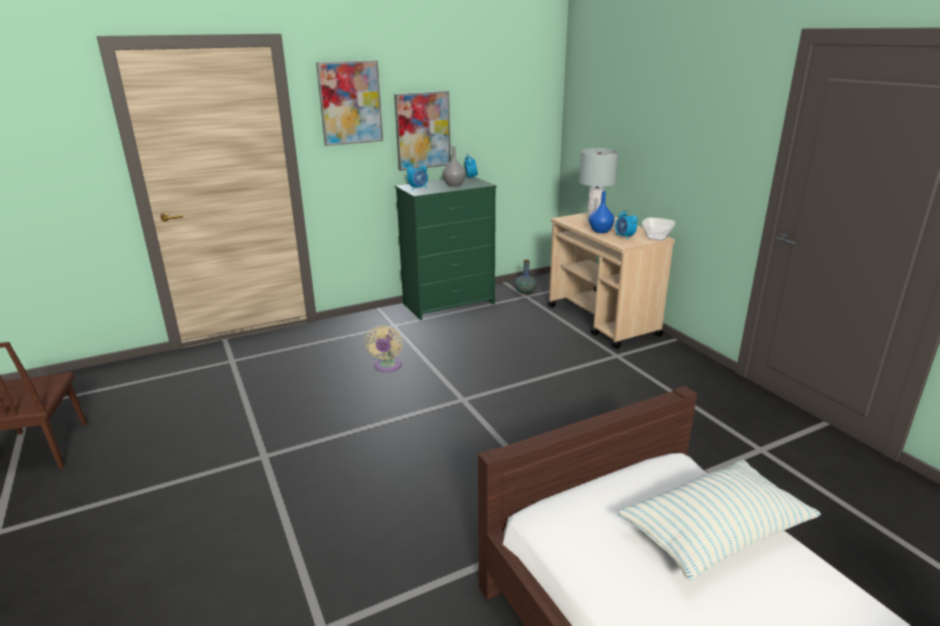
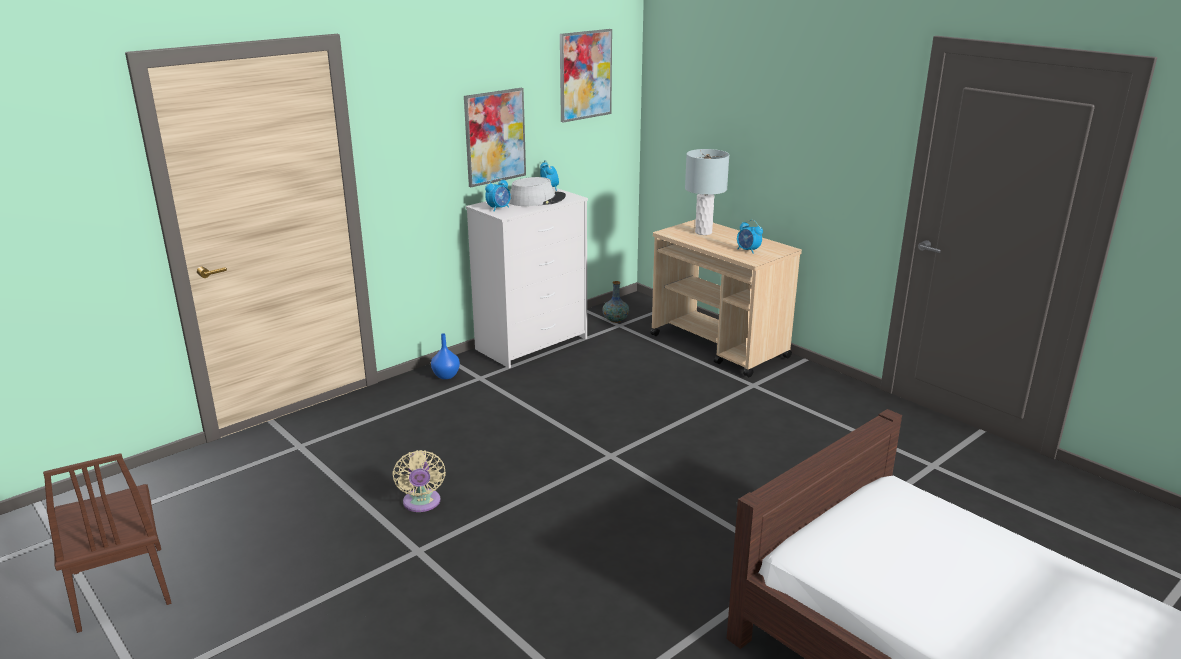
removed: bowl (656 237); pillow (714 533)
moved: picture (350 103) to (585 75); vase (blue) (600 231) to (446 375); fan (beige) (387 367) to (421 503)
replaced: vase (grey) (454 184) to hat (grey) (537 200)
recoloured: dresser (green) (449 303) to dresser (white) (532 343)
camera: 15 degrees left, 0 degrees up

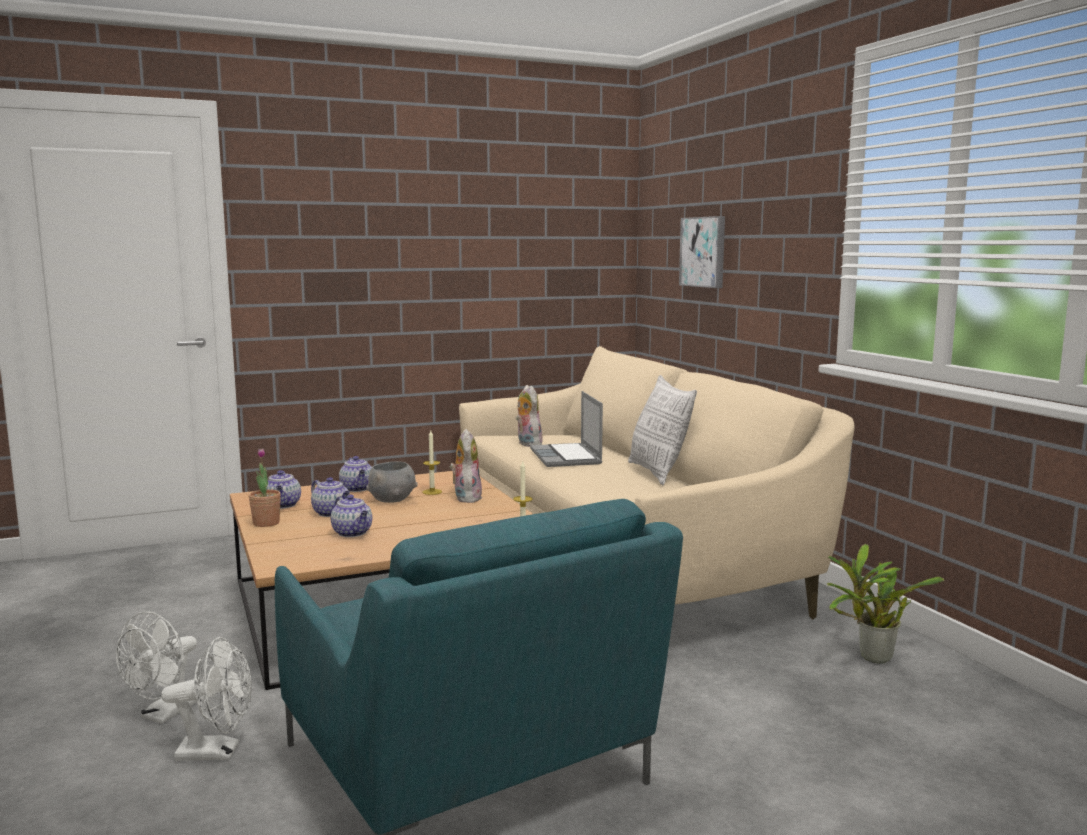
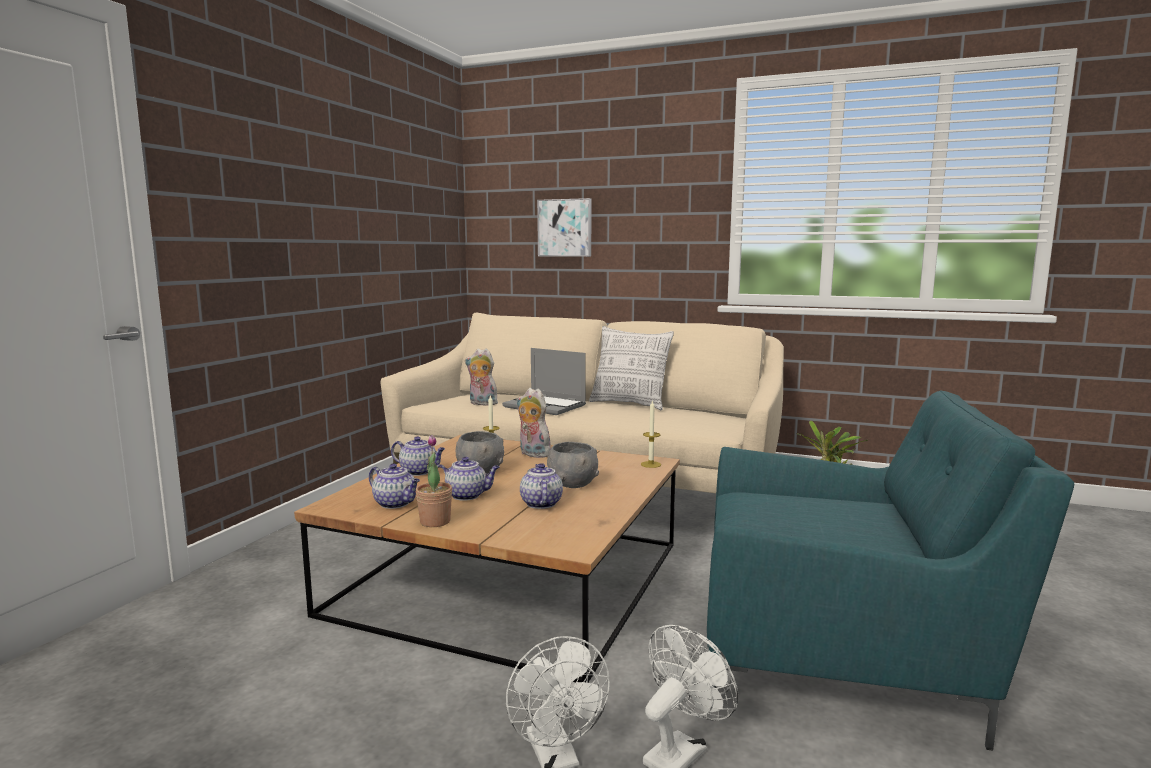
added: bowl (grey) (573 484)
turned: teapot (353 533) = (540 503) 105 degrees counterclockwise
camera: 45 degrees left, 0 degrees up

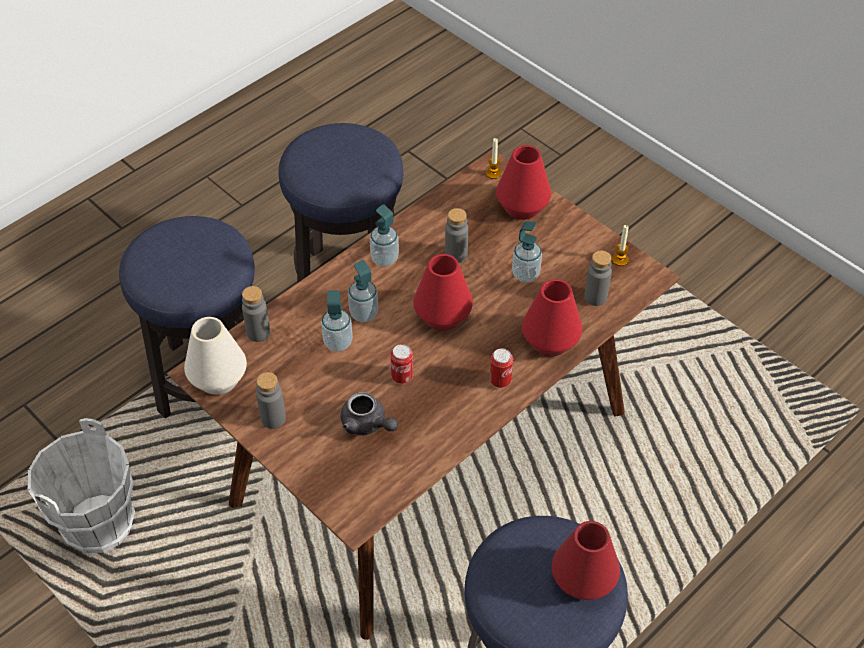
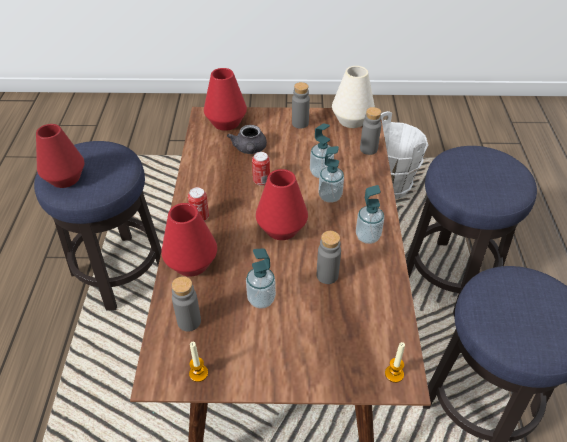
moved: vase (red) (522 207) to (226 122)
turned: teapot (grey) (367 424) = (249 150) 90 degrees counterclockwise
camera: 135 degrees right, 5 degrees down

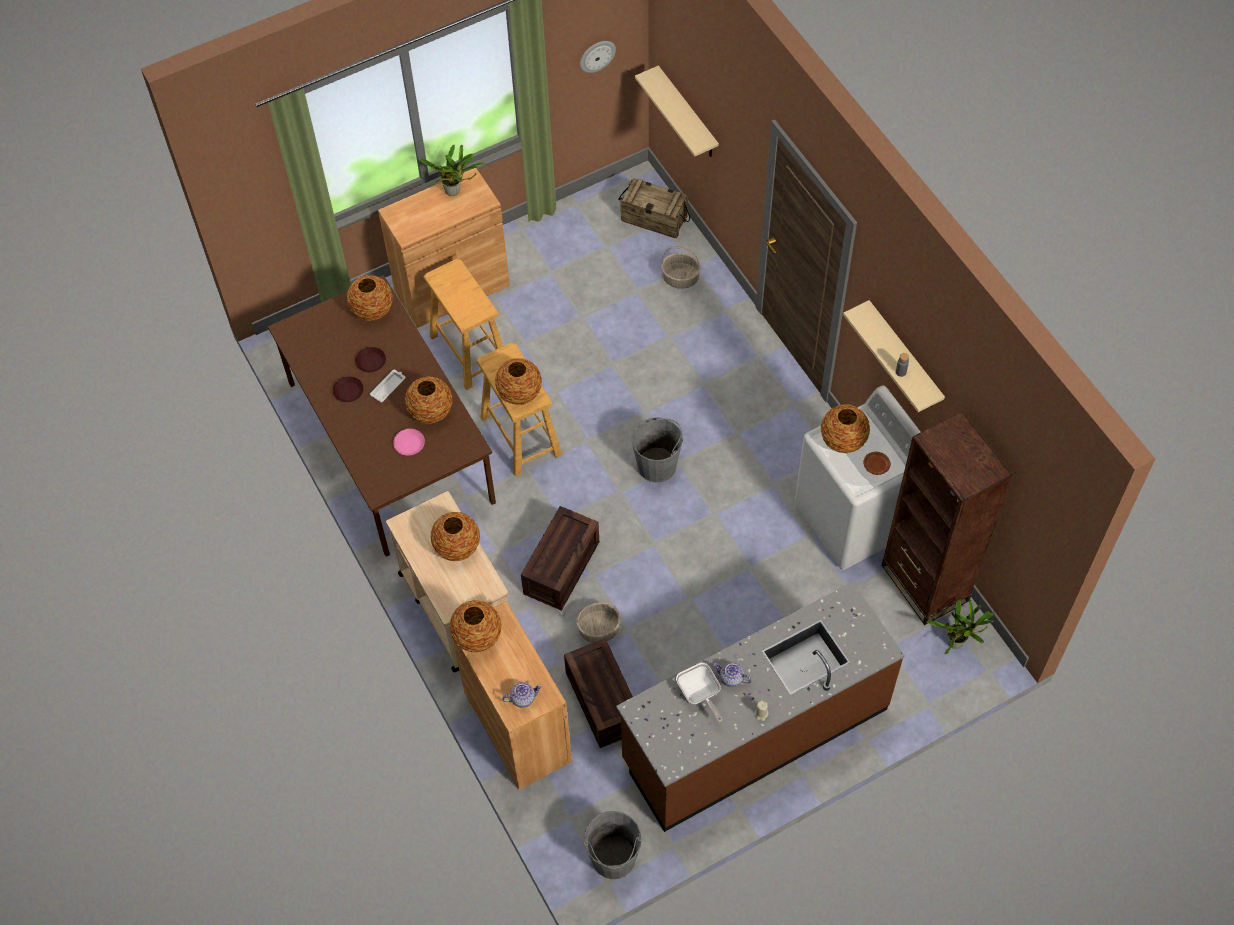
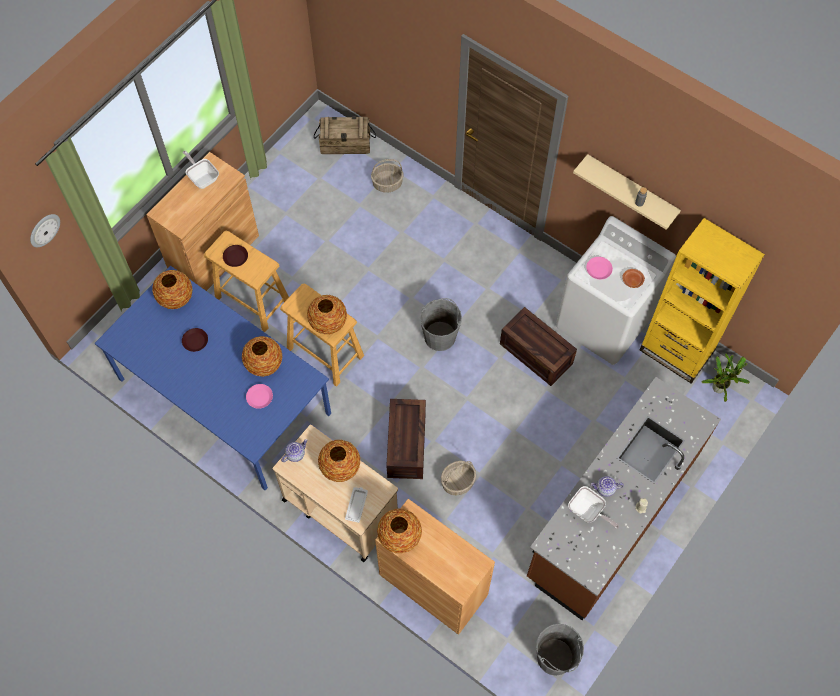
removed: shelf (beige) (687 114)
moved: wall clock (597 55) to (44 230); tray (white) (388 387) to (356 505); plate (brown) (348 391) to (235 257); crate (601 701) to (534 354); teapot (523 698) to (295 454)
replaced: potted plant (455 192) to frying pan (202 177); vase (842 440) to plate (pink) (598 269)
recoloured: dining table (brown) (389 442) to dining table (blue) (223 397); bookcase (brown) (924 583) to bookcase (yellow) (676 352)
camera: 25 degrees left, 5 degrees up

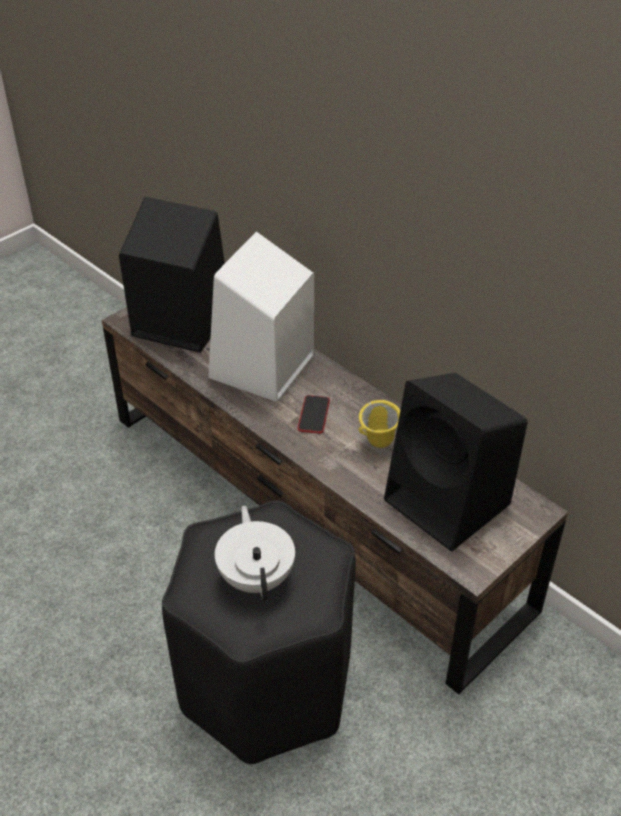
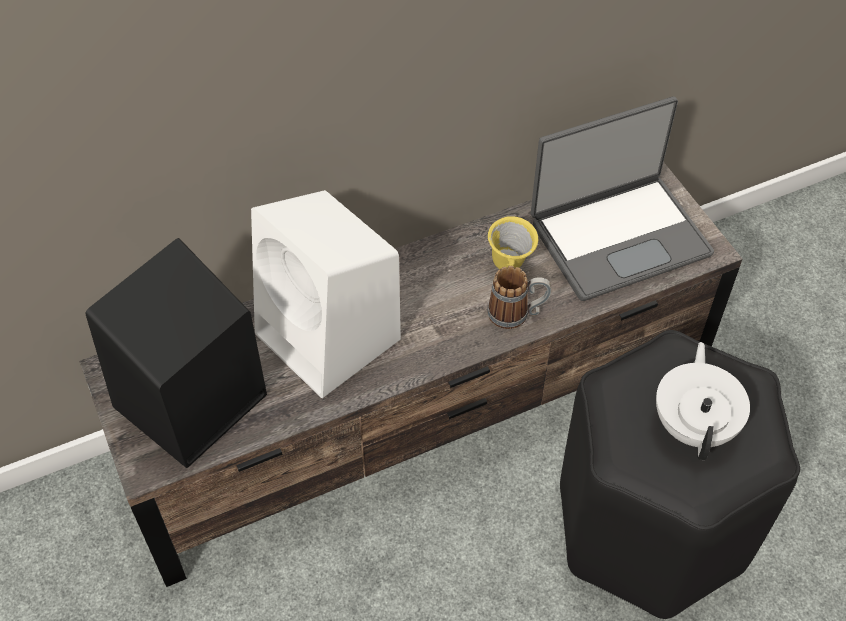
removed: phone (314 415)
added: mug (517 314)
replaced: speaker (black) (450 503) to laptop (618 236)
turned: teapot (white) (257 576) = (694 425) 90 degrees clockwise
camera: 70 degrees left, 10 degrees up

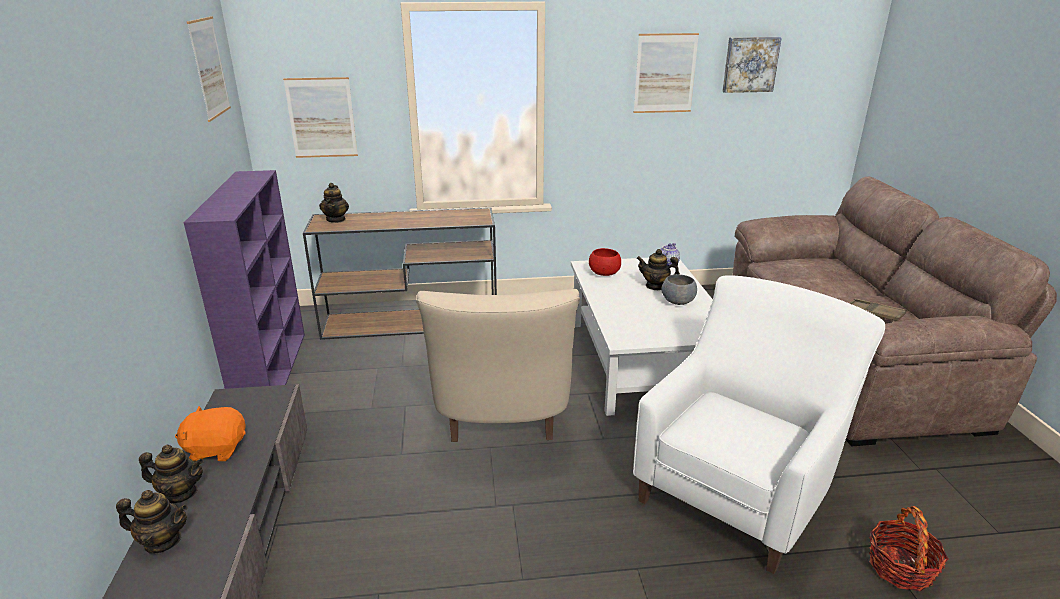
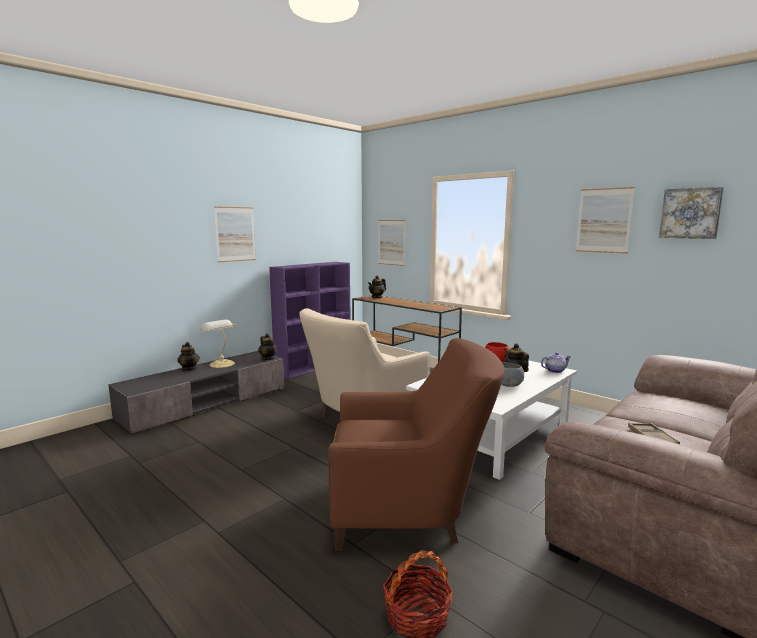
moved: picture (209 68) to (235 234); teapot (162 541) to (268 358)
replaced: plush toy (orange) (216 449) to table lamp (221 363)
recoloured: armchair (white) (740 487) to armchair (brown) (410 511)
camera: 50 degrees right, 15 degrees down

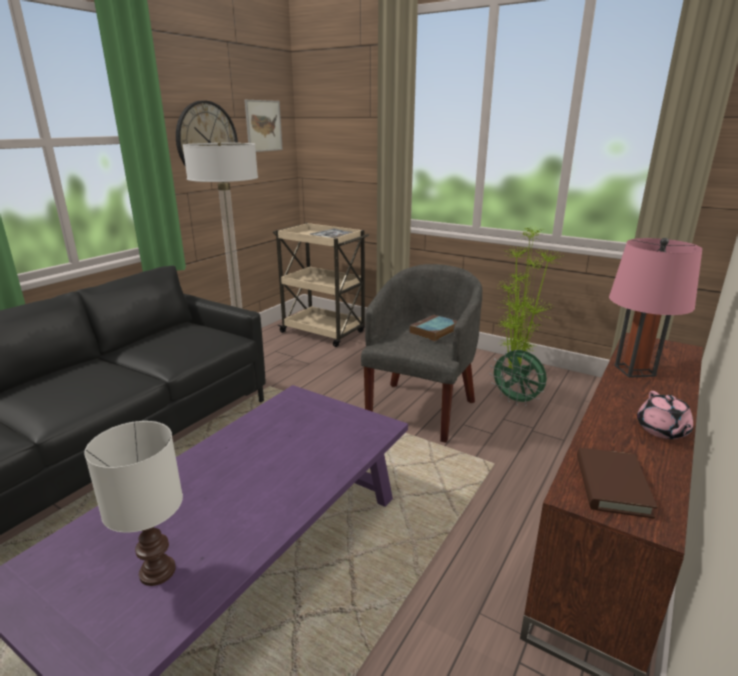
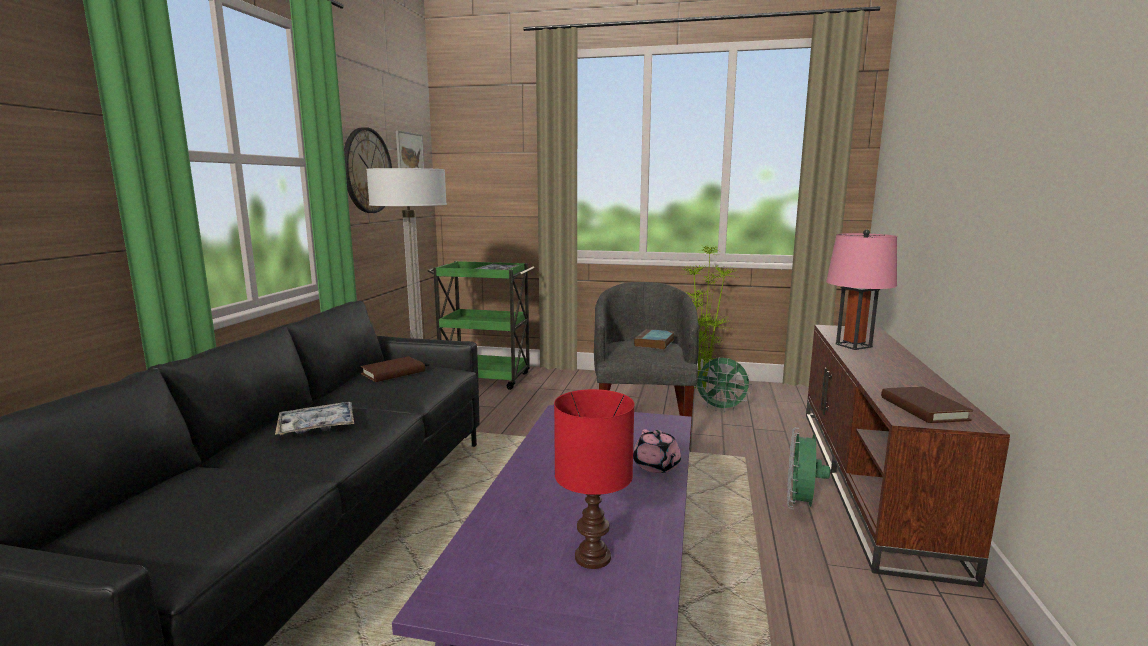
added: book (brown) (393 373); tray (317 426); fan (green) (800 505)
moved: teapot (pink) (662 430) to (656 466)
recoloured: cart (beige) (324 332) to cart (green) (486 379); table lamp (white) (156 571) to table lamp (red) (591 557)
camera: 20 degrees left, 10 degrees down

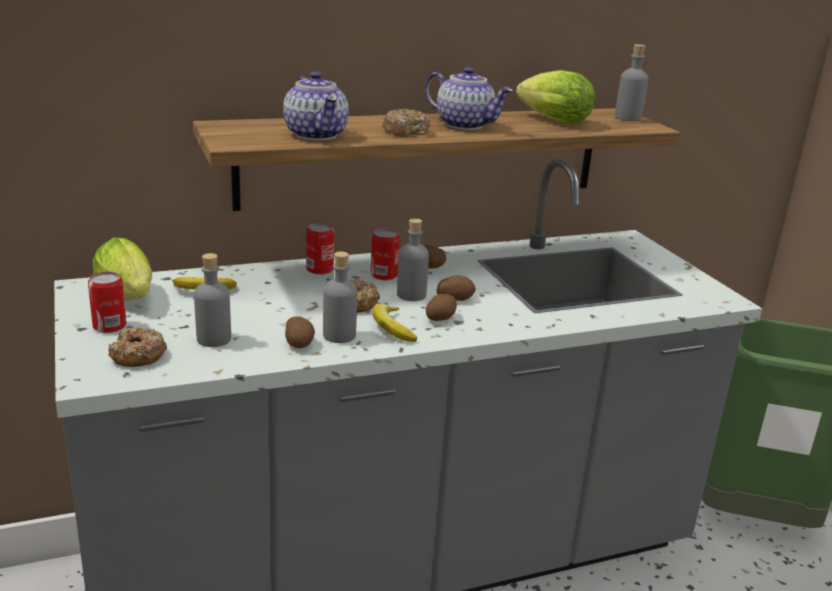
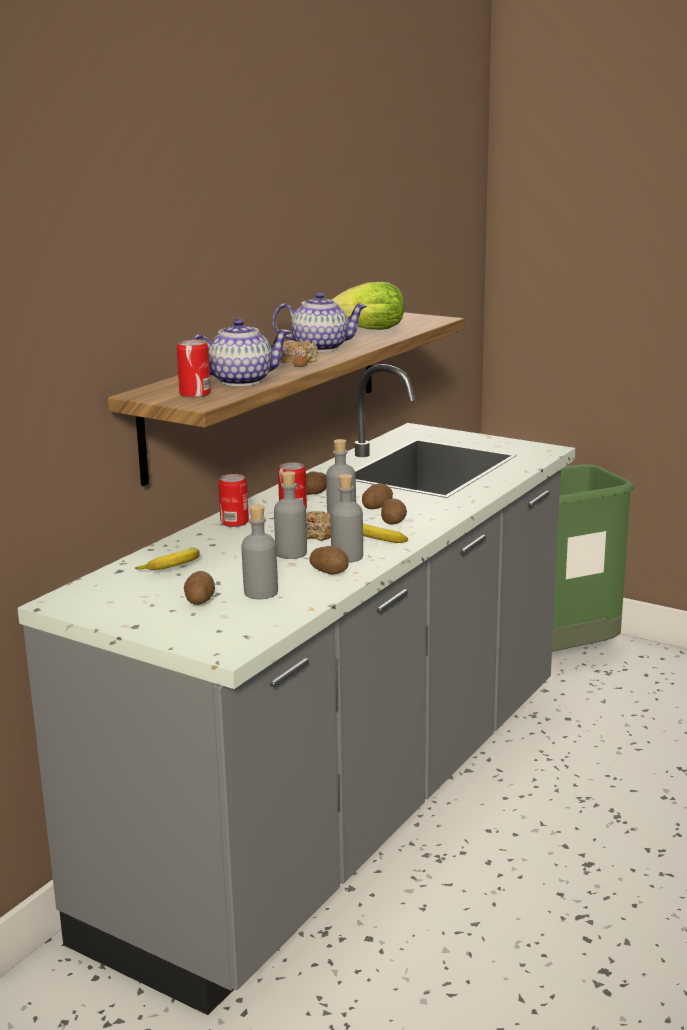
removed: lettuce (129 298); donut (138 356)
added: potato (199 600)
moved: bottle (grey) (627 118) to (291 553); can (109 326) to (195 394)
turned: teapot (316 134) = (240 381) 45 degrees counterclockwise
camera: 35 degrees left, 5 degrees down

